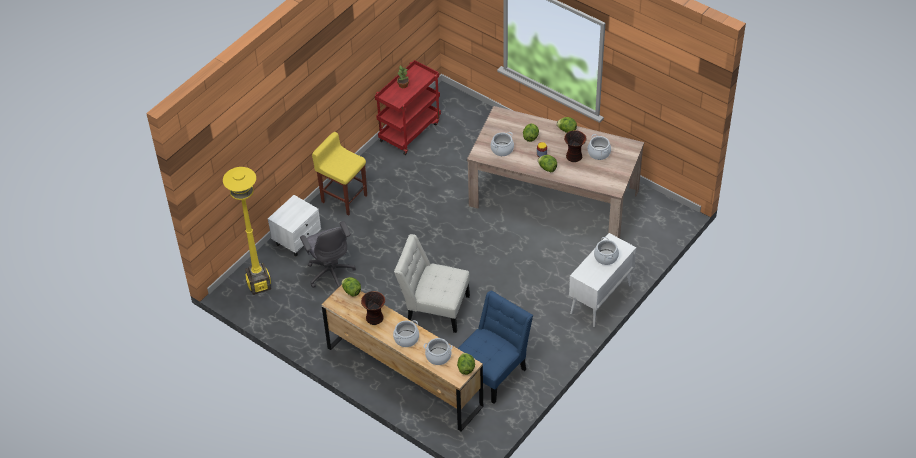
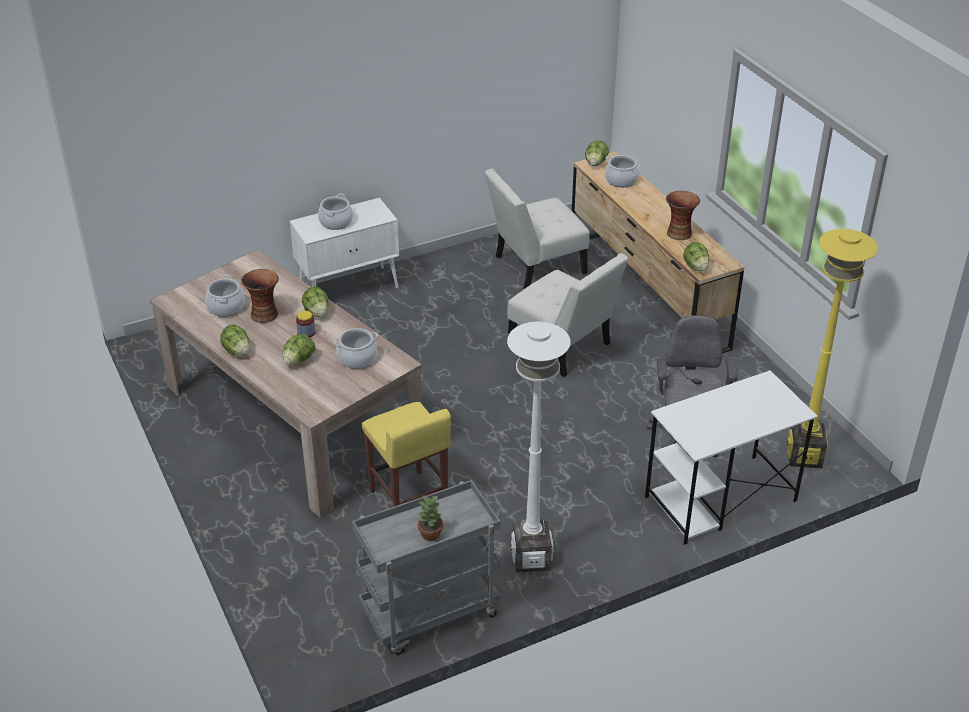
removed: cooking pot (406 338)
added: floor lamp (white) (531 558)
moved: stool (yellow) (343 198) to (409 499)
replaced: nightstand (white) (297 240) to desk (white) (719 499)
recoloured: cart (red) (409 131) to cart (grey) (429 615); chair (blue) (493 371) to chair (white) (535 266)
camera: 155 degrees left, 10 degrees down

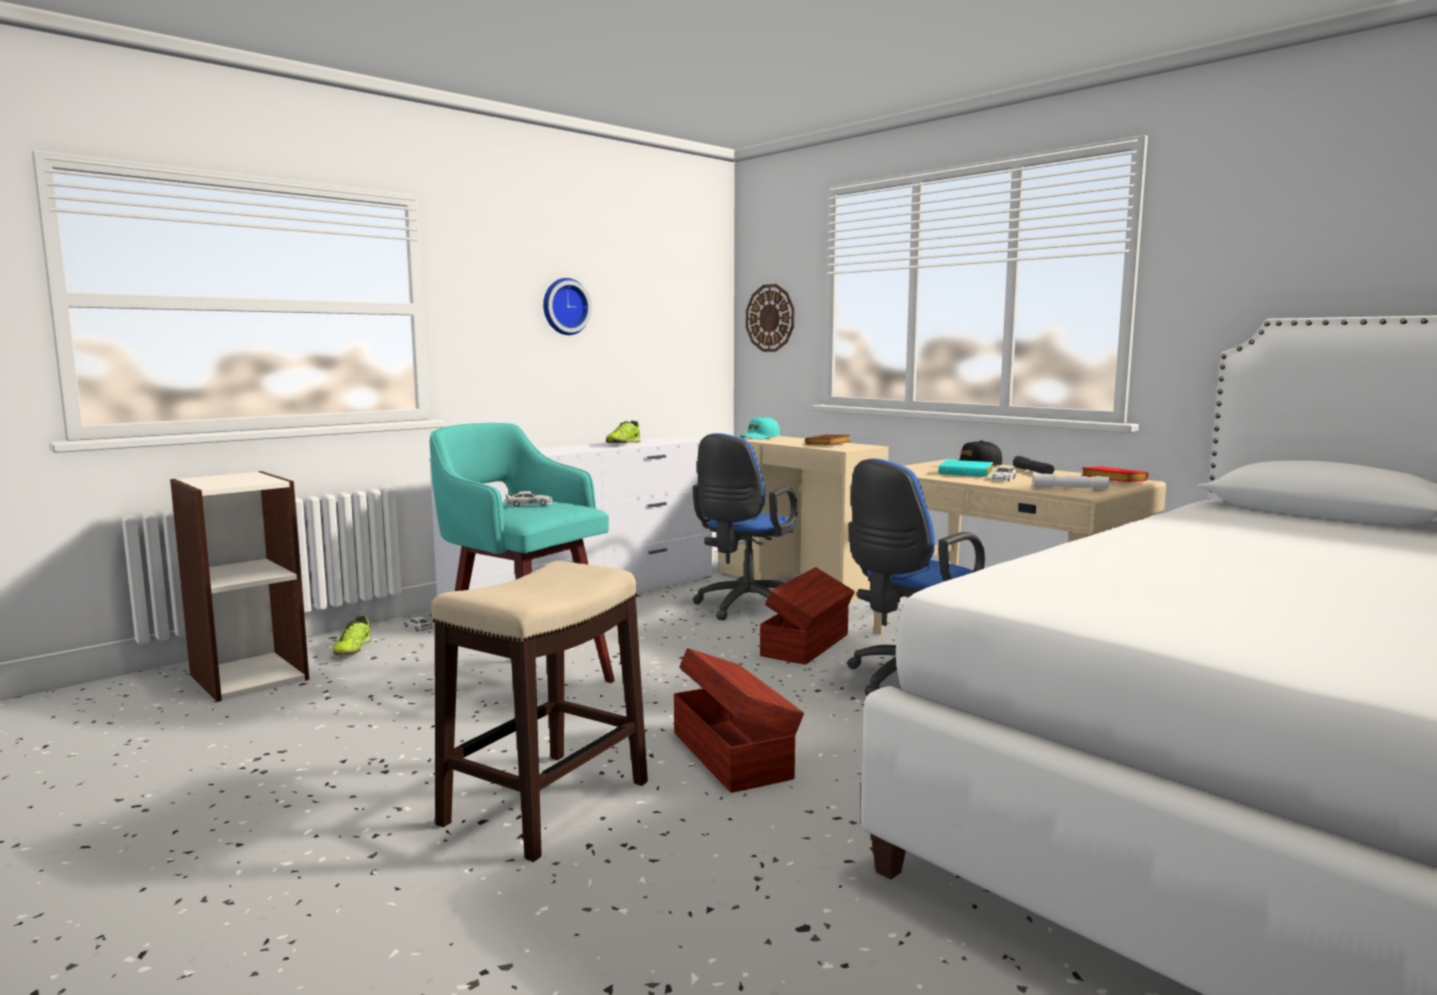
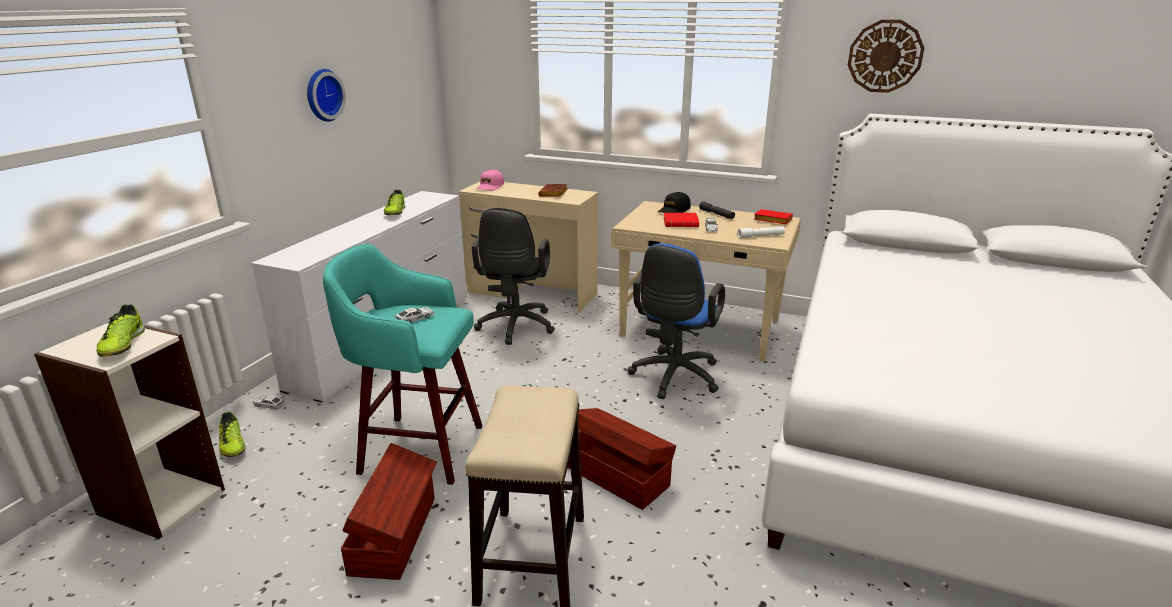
added: shoe (122 345)
moved: wall clock (770 318) to (885 56); storage box (brown) (807 645) to (396 534)
recoloured: cap (turquoise) (760 437) to cap (pink) (490 186); office chair (blue) (744 607) to office chair (black) (515 328); book (turquoise) (967 474) to book (red) (681 223)
camera: 25 degrees left, 15 degrees up

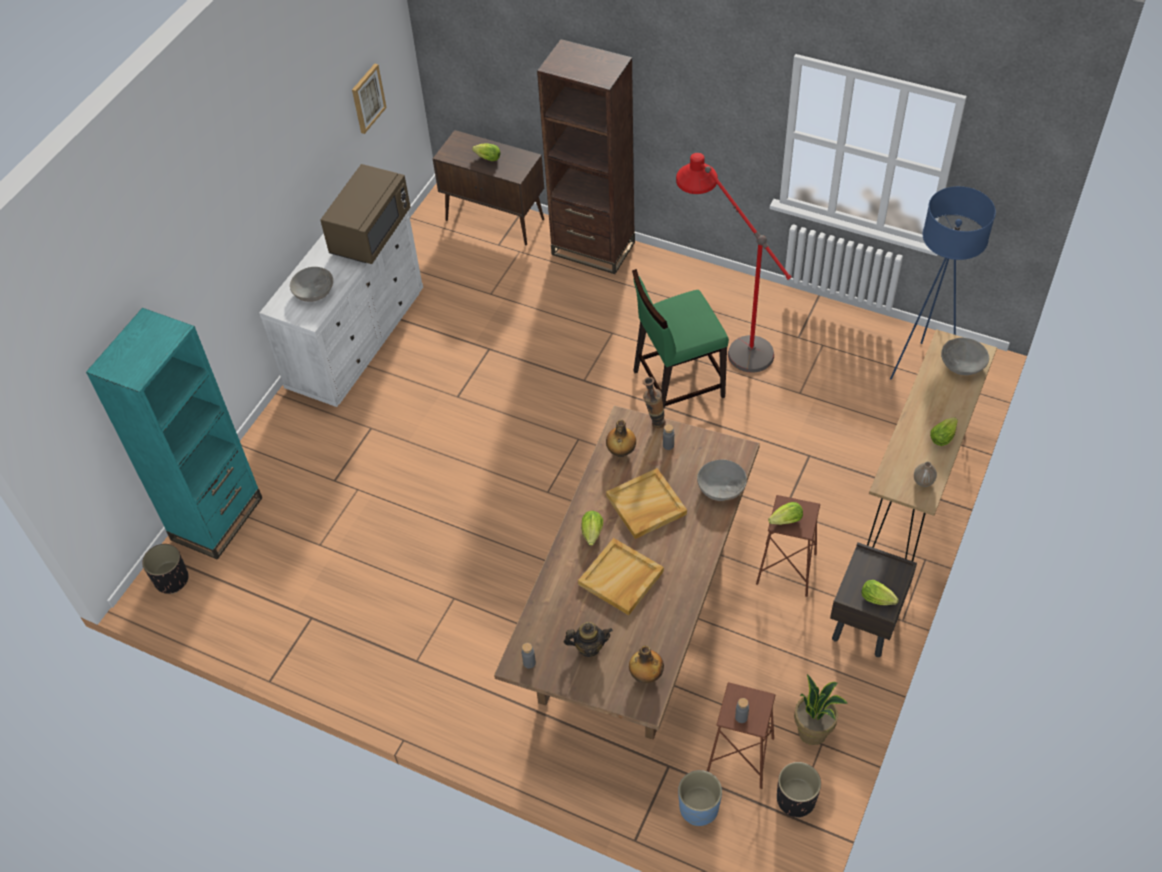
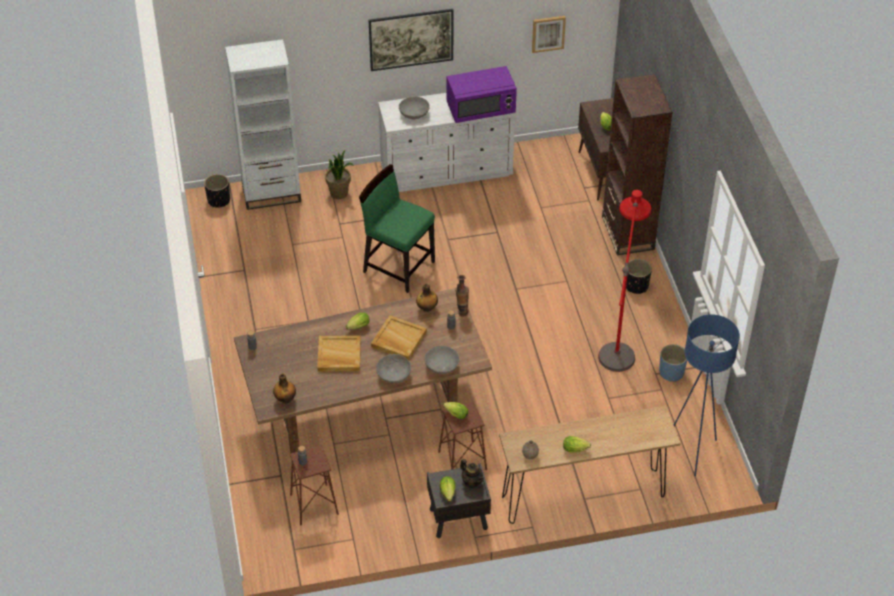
added: picture (411 52)
moved: chair (green) (677 383) to (398 266); bowl (grey) (962 364) to (393 374); teapot (589 647) to (472 482); potted plant (813 731) to (339 193); planter (black) (796 799) to (636 286); planter (blue) (699 808) to (671 373)
recoloured: microwave (brown) (370 233) to microwave (purple) (481 109); bookcase (turquoise) (217 519) to bookcase (white) (271 193)
camera: 50 degrees right, 5 degrees down

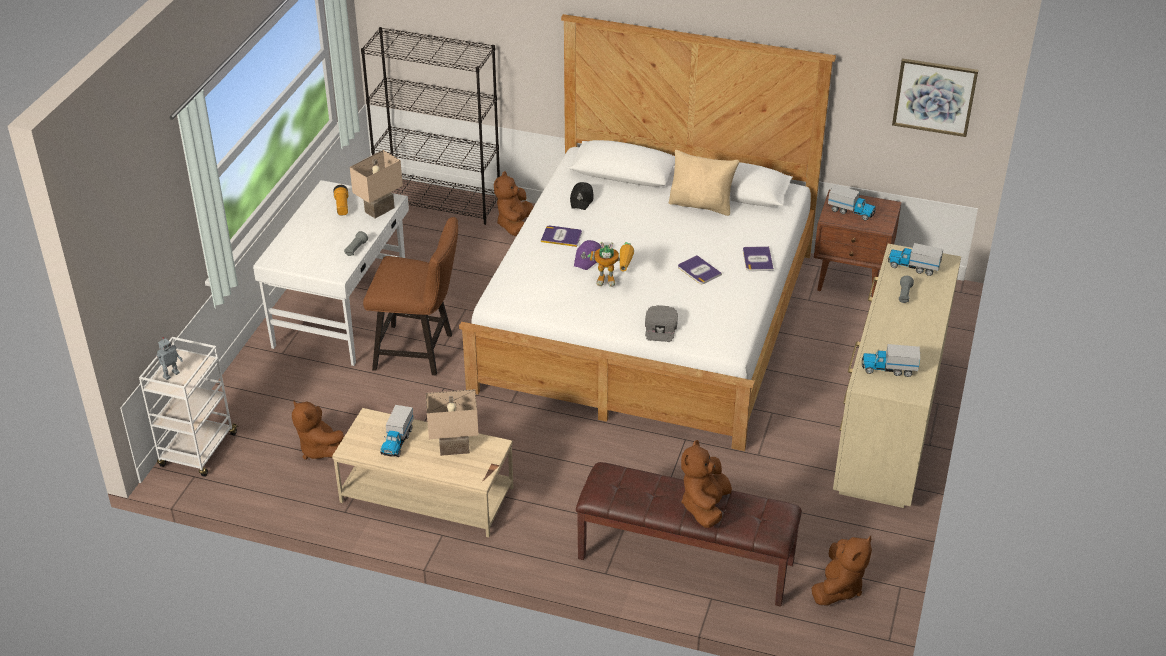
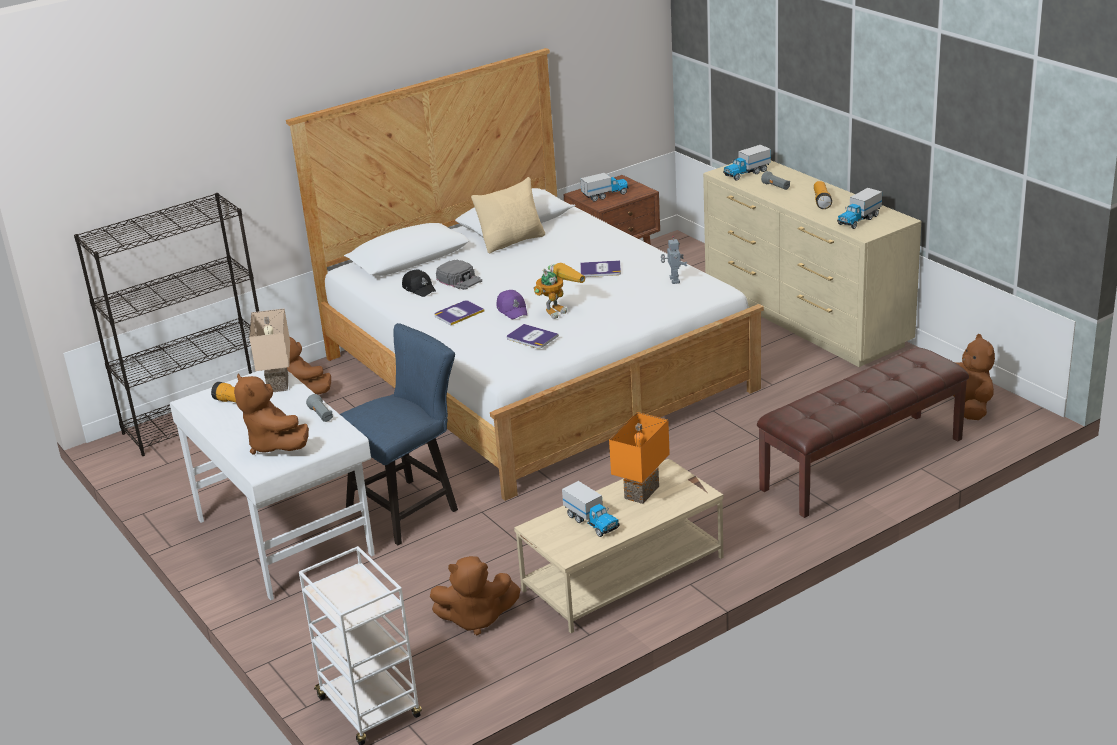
removed: picture (934 97)
added: flashlight (821 201)
moved: book (757 259) to (531 337); cap (grey) (661 328) to (459 279); toy robot (170 374) to (673 280); plush toy (brown) (705 506) to (274 445)
recoloured: chair (brown) (419 352) to chair (blue) (409 507); table lamp (beige) (454 449) to table lamp (orange) (643 493)
camera: 50 degrees left, 10 degrees down

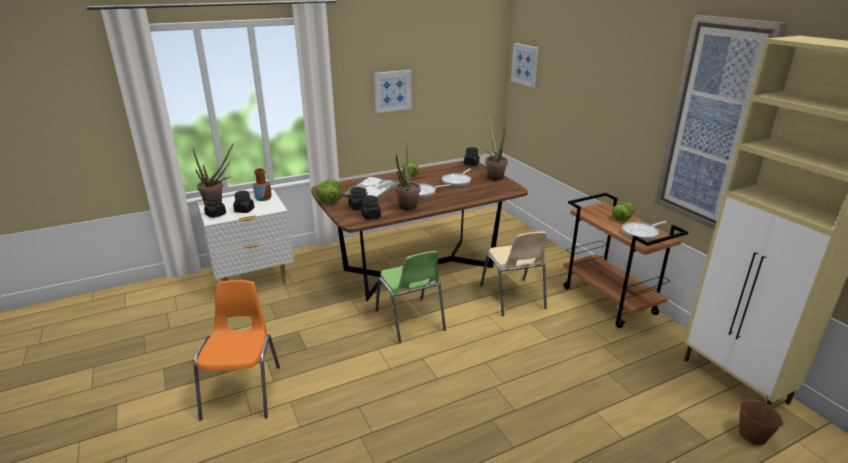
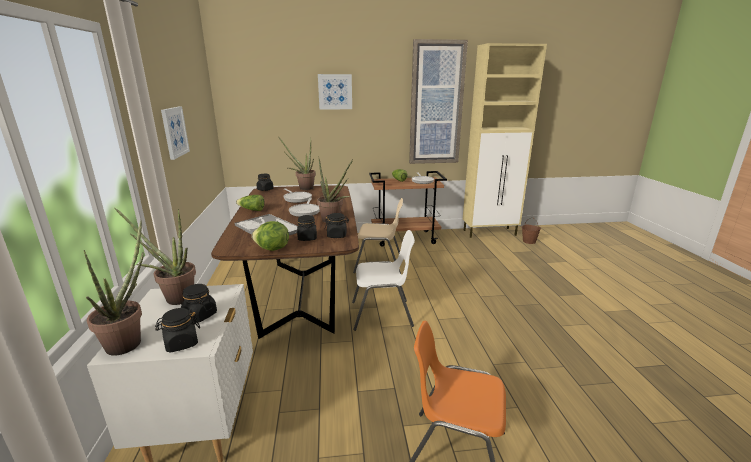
moved: picture (525 64) to (335 91)
replaced: bottle (brown) (263 198) to potted plant (174 298)
recoloured: chair (green) (410 321) to chair (white) (382 314)
camera: 70 degrees left, 5 degrees down

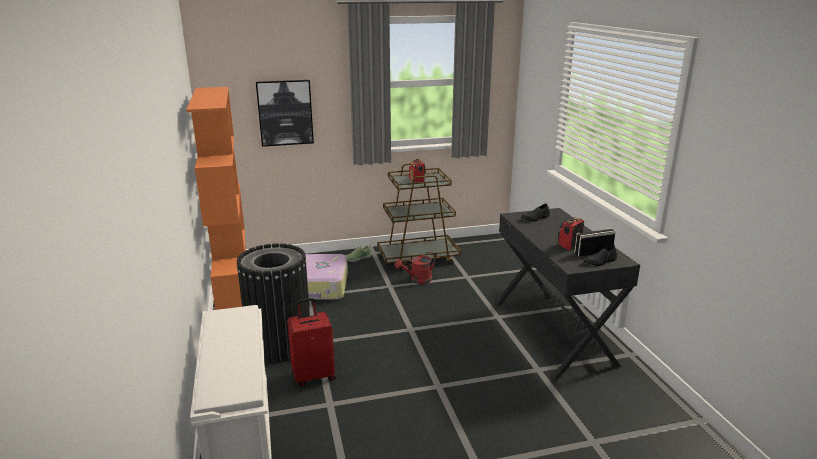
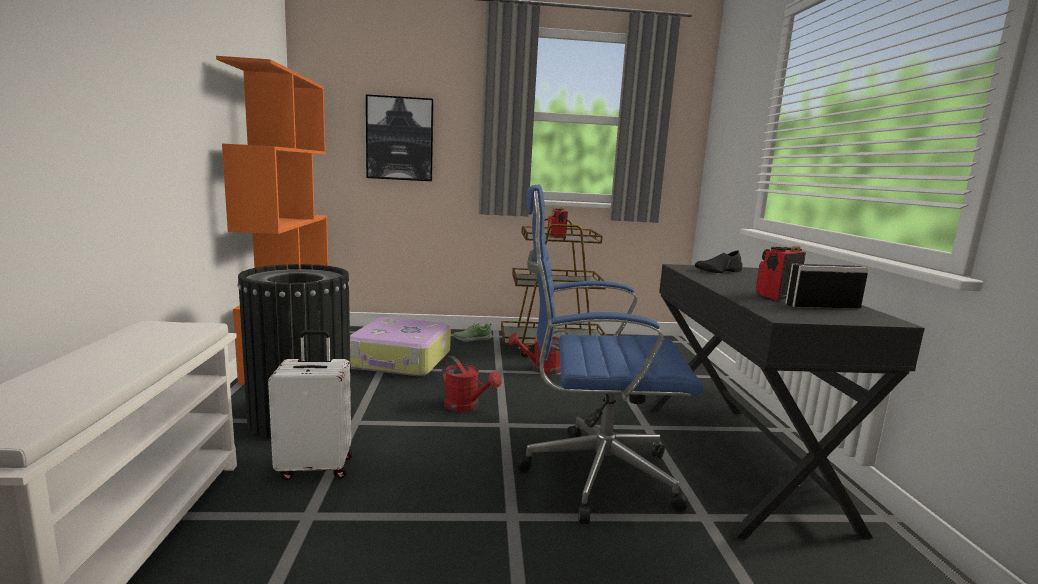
removed: shoe (black) (600 261)
added: office chair (blue) (592 475); watering can (red) (466 407)
recoloured: suitcase (red) (314 376) to suitcase (white) (316 467)
camera: 10 degrees right, 10 degrees down

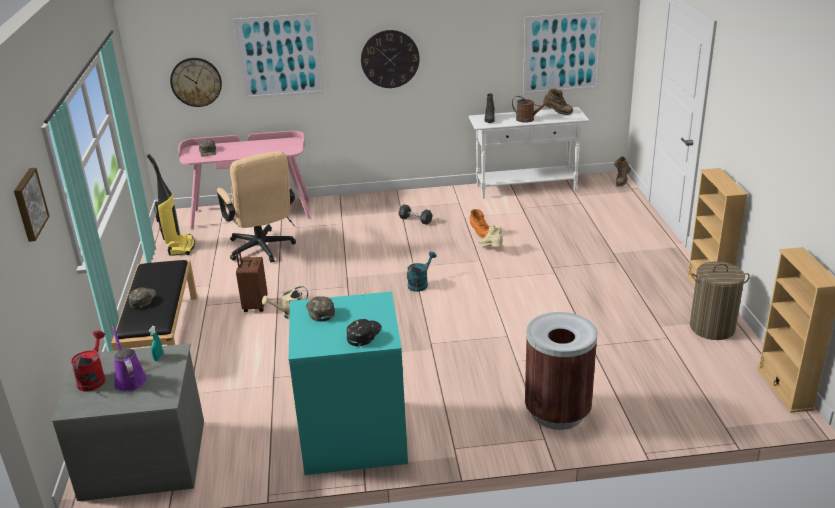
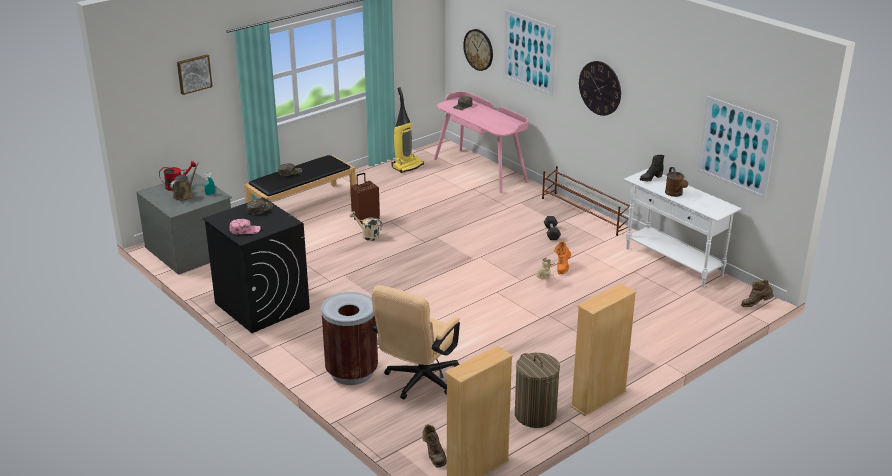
removed: watering can (turquoise) (420 284)
added: shoe rack (brown) (585 213)
moved: boot (brown) (557 113) to (434 456); office chair (beige) (262 250) to (418 382)
recoloured: washing machine (turquoise) (353 437) to washing machine (black) (261 306); cap (black) (363 334) to cap (pink) (245 230); watering can (purple) (129 379) to watering can (brown) (184 195)
camera: 55 degrees right, 0 degrees up

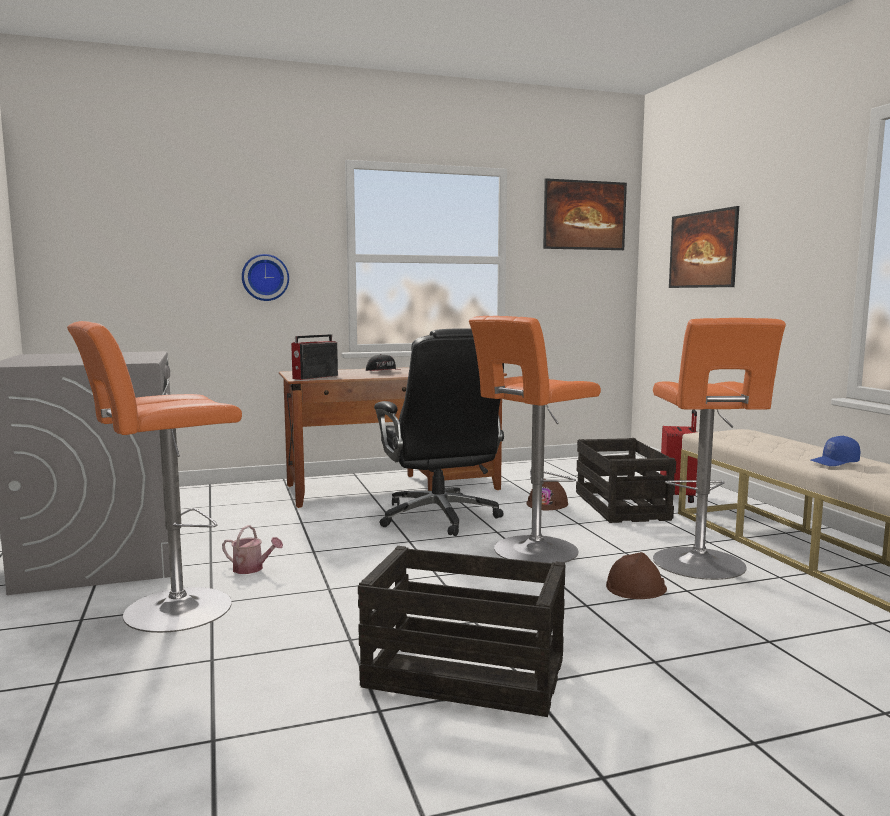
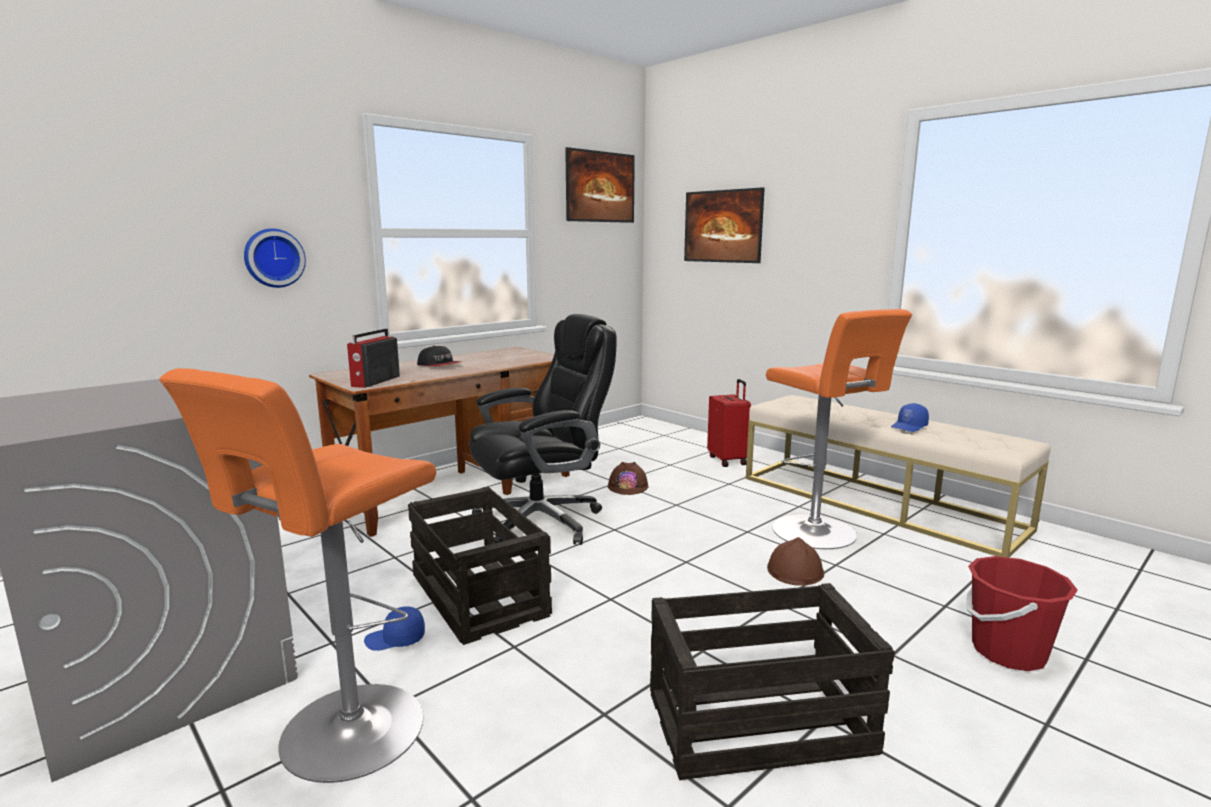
removed: stool (orange) (531 551)
added: bucket (red) (1008 652)
moved: crate (620 506) to (477 595)
replaced: watering can (252 569) to cap (blue) (395 640)
turned: office chair (black) (439 517) = (541 521) 75 degrees counterclockwise
camera: 25 degrees left, 5 degrees up

